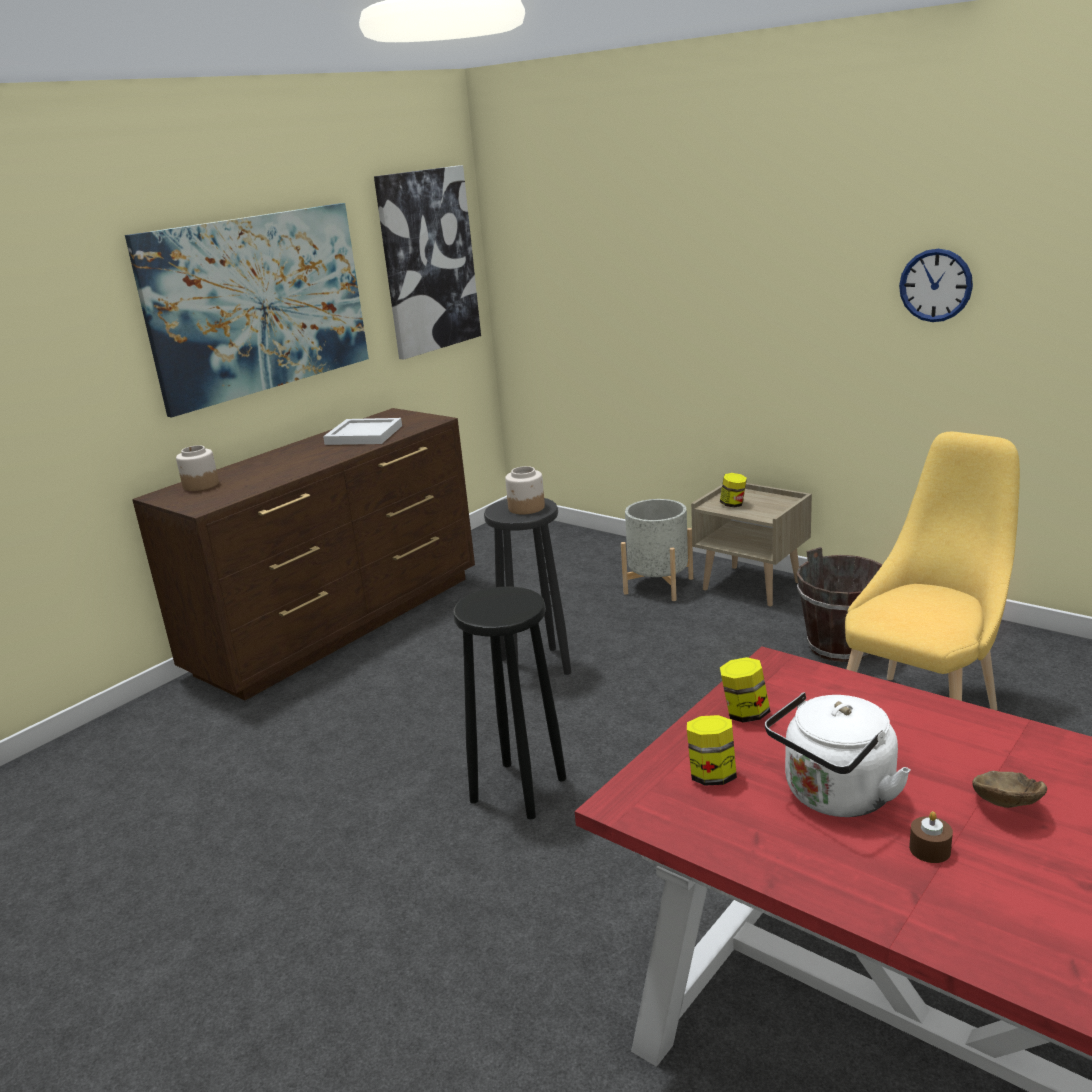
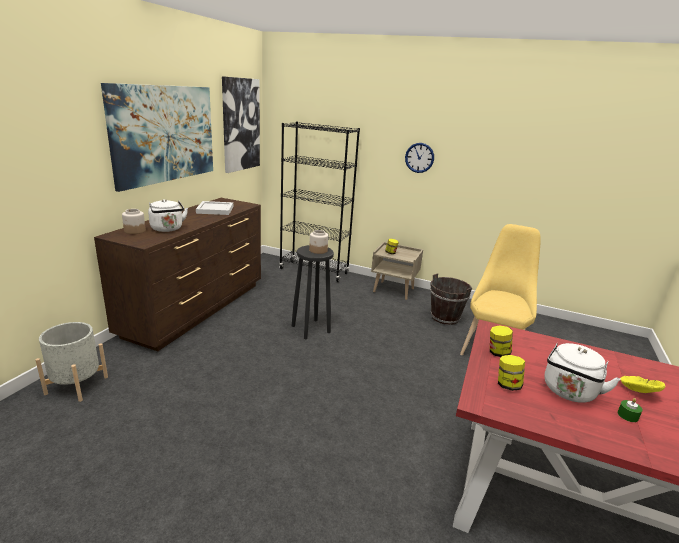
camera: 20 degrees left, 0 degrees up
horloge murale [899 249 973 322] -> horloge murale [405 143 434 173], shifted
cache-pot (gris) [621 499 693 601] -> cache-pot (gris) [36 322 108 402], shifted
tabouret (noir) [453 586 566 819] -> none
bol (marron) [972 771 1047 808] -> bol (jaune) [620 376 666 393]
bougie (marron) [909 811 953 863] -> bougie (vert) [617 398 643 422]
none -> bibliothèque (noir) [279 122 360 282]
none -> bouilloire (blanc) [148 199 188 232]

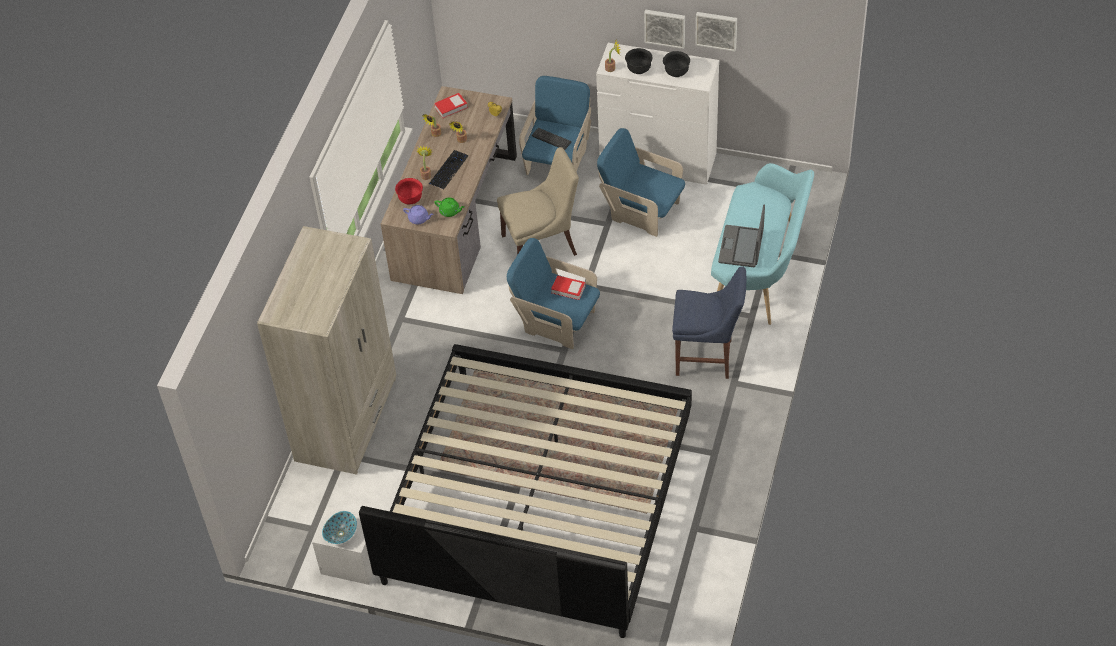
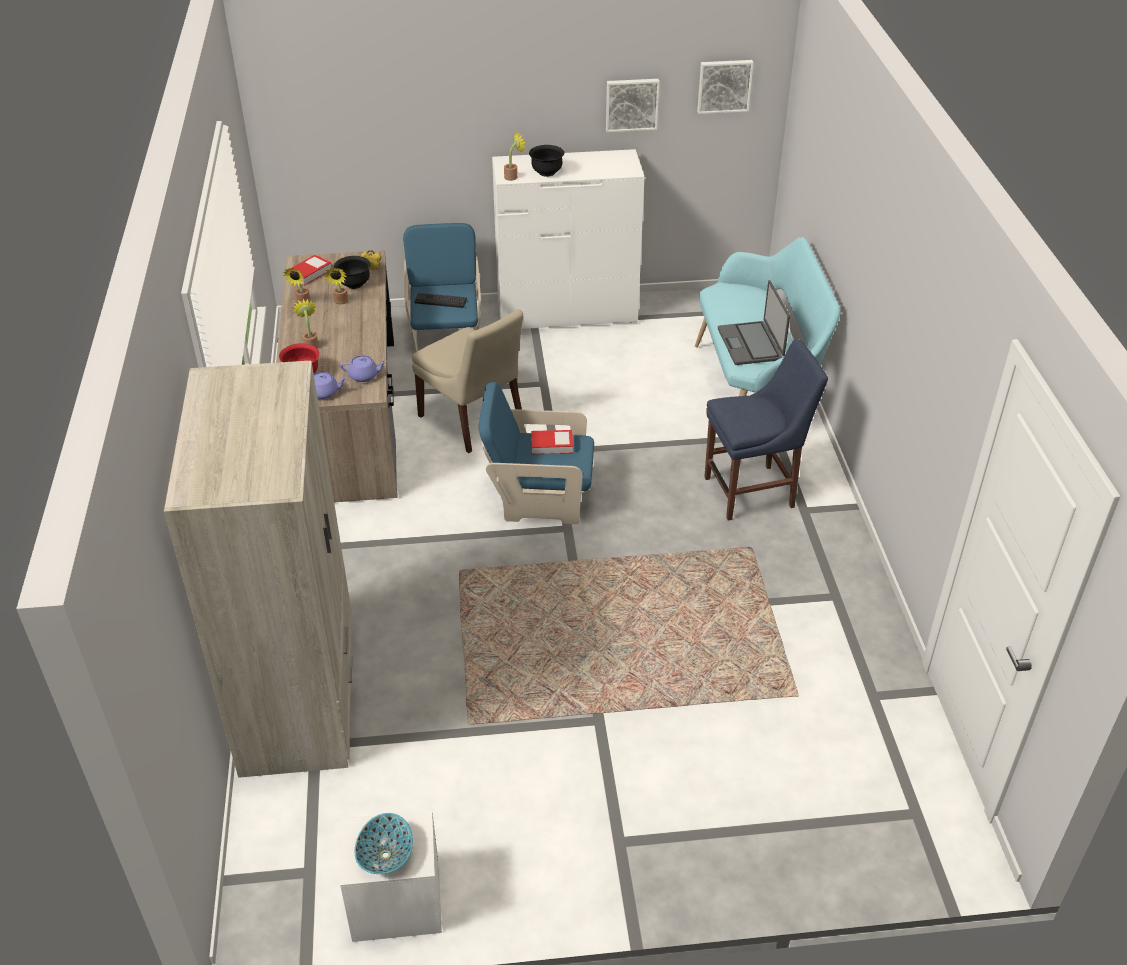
camera: 25 degrees left, 10 degrees down
tableau [644 10 685 49] -> tableau [697 60 754 114], shifted
bol (noir) [663 51 690 77] -> bol (noir) [334 256 371 289], shifted
fauteuil (bleu) [597 128 685 237] -> none
chaise (beige) [497 147 579 256] -> chaise (beige) [412 309 523 453], 90 degrees clockwise
clavier [429 150 468 189] -> none
théière (vert) [434 198 464 217] -> théière (violet) [340 355 387 382]
lit [359 344 692 638] -> none

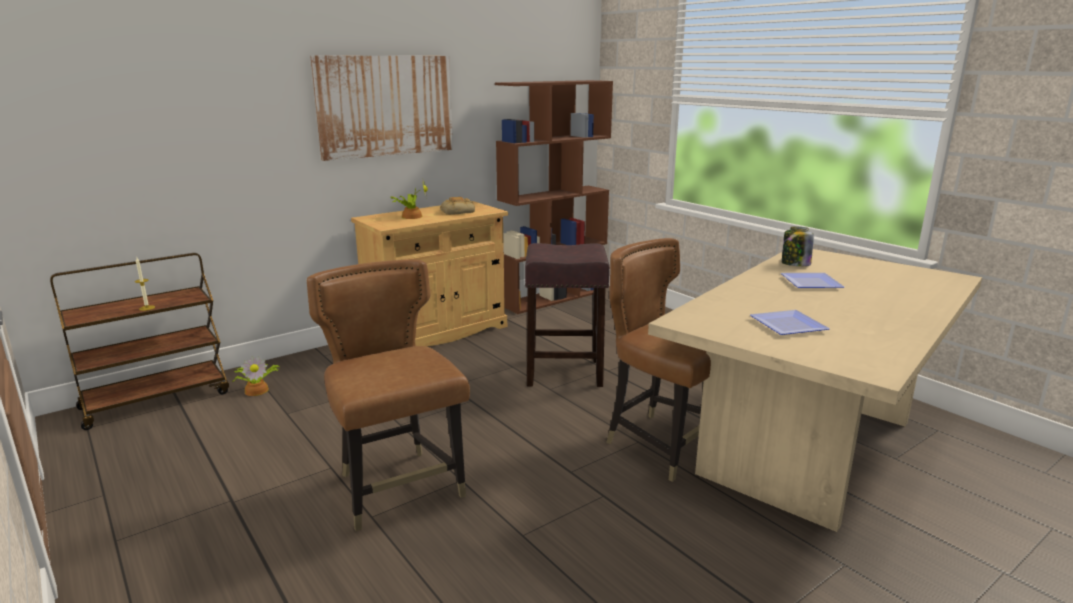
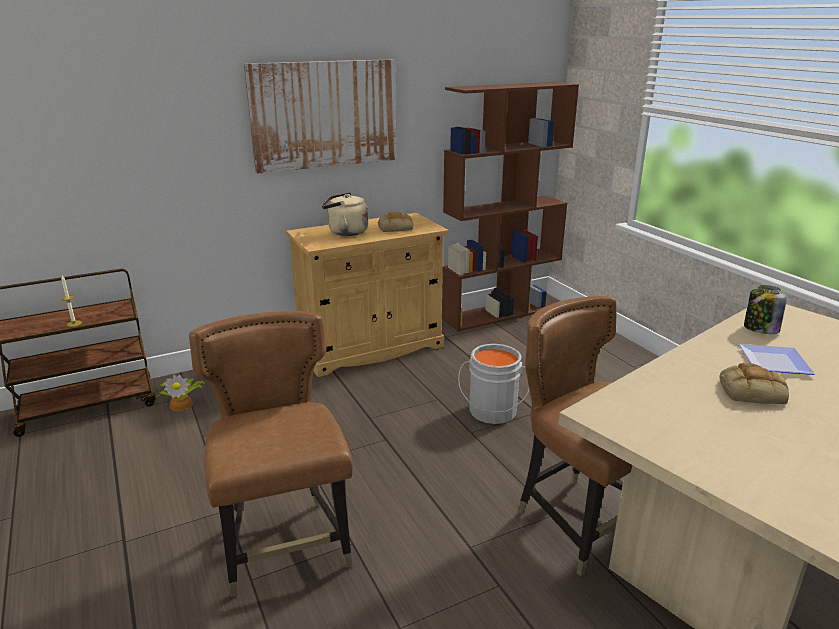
camera: 10 degrees right, 5 degrees up
plante en pot [391 181 428 219] -> bouilloire (beige) [322 192 368 236]
tabouret (marron) [525 243 610 387] -> seau (gris) [458 344 529 424]
assiette [750 310 830 335] -> none
none -> pain [719 363 789 404]

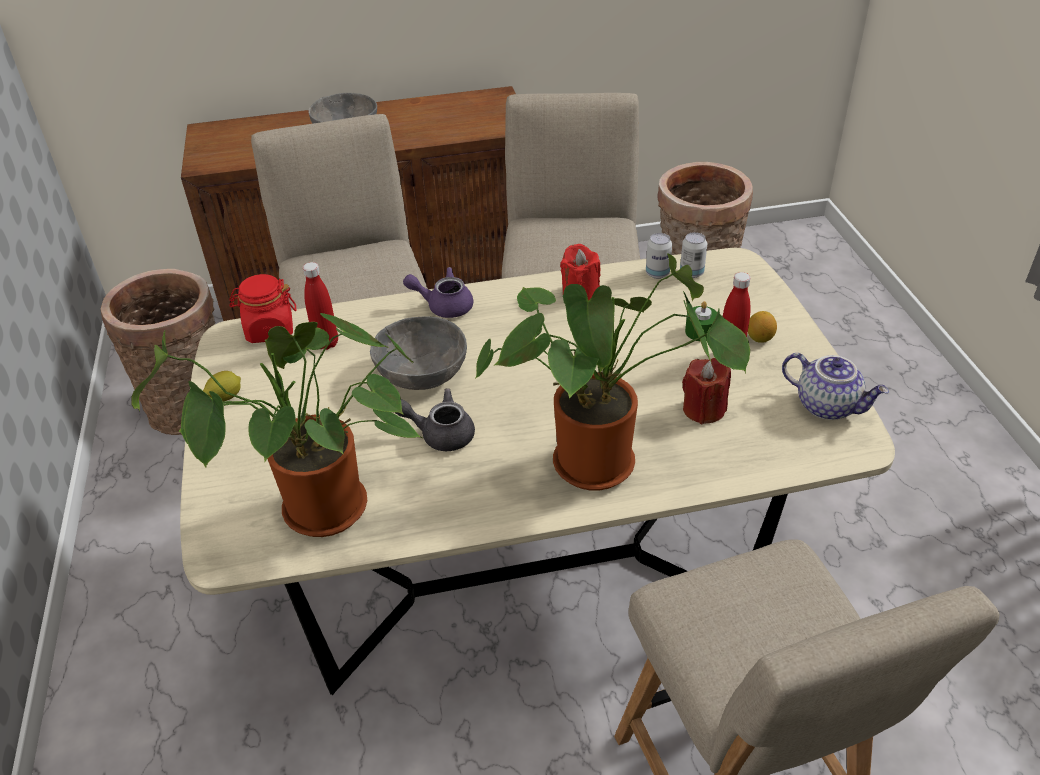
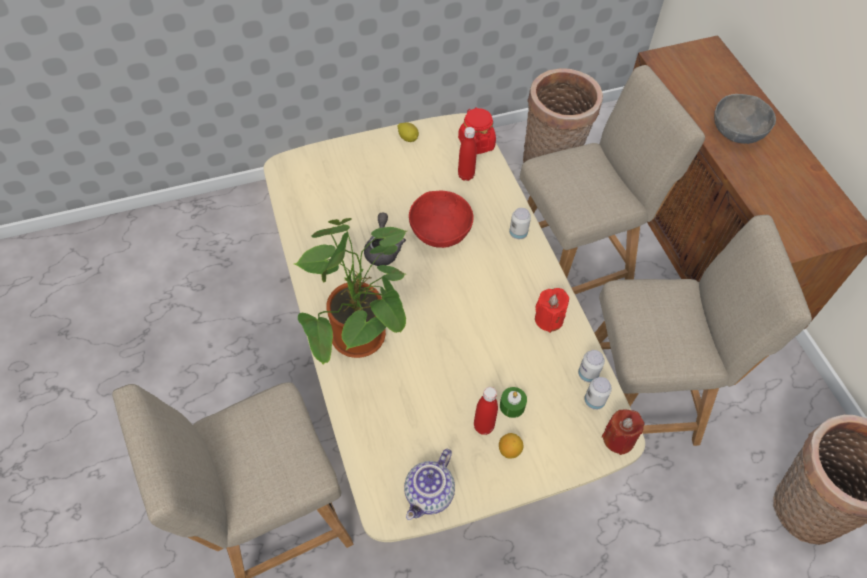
camera: 80 degrees right, 15 degrees up
théière (violet) [403 267 473 318] -> boîte métallique [509 208 531 239]
plante en pot [131 313 422 537] -> none
bol (gris) [370 316 467 390] -> bol (rouge) [409 190 474 248]
bougie (rouge) [682 358 731 424] -> bougie (rouge) [602 409 645 455], shifted

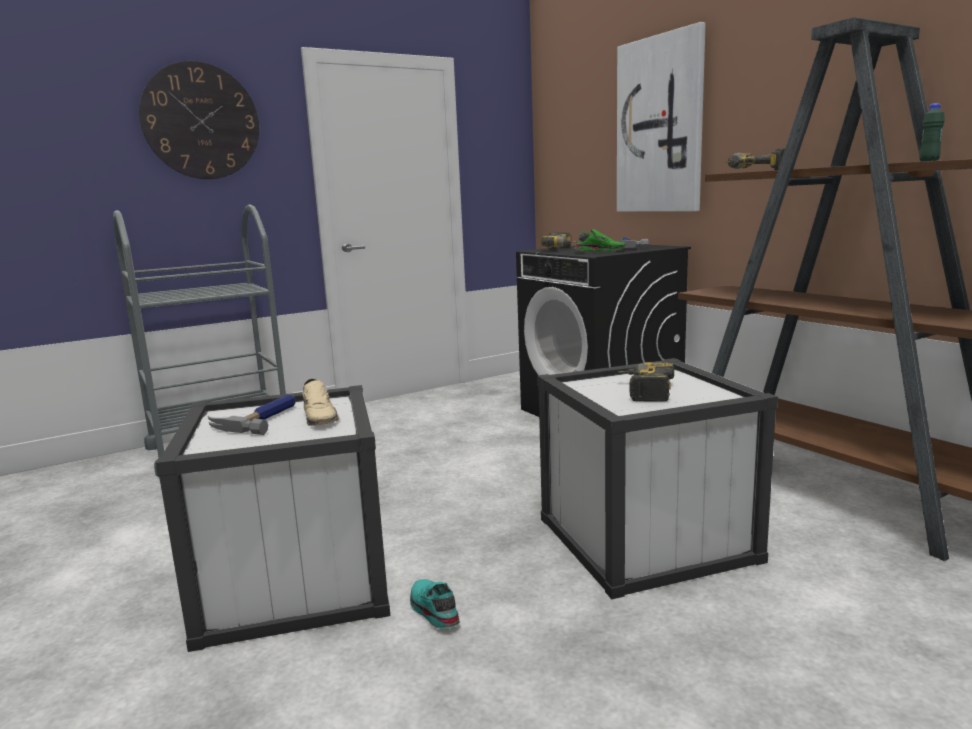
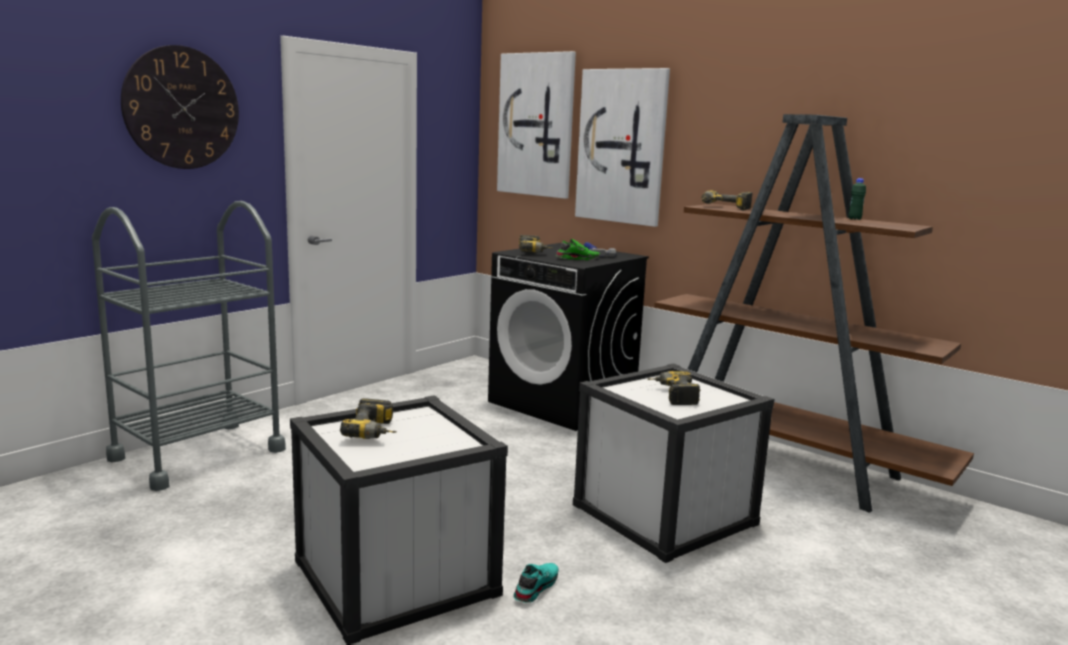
camera: 20 degrees left, 0 degrees up
chaussure (beige) [302 379 339 426] -> none
marteau [208 395 296 435] -> perceuse [340 398 396 439]
chaussure (turquoise) [410 579 460 629] -> chaussure (turquoise) [513 563 559 603], 75 degrees clockwise
none -> tableau [497 51 576 199]

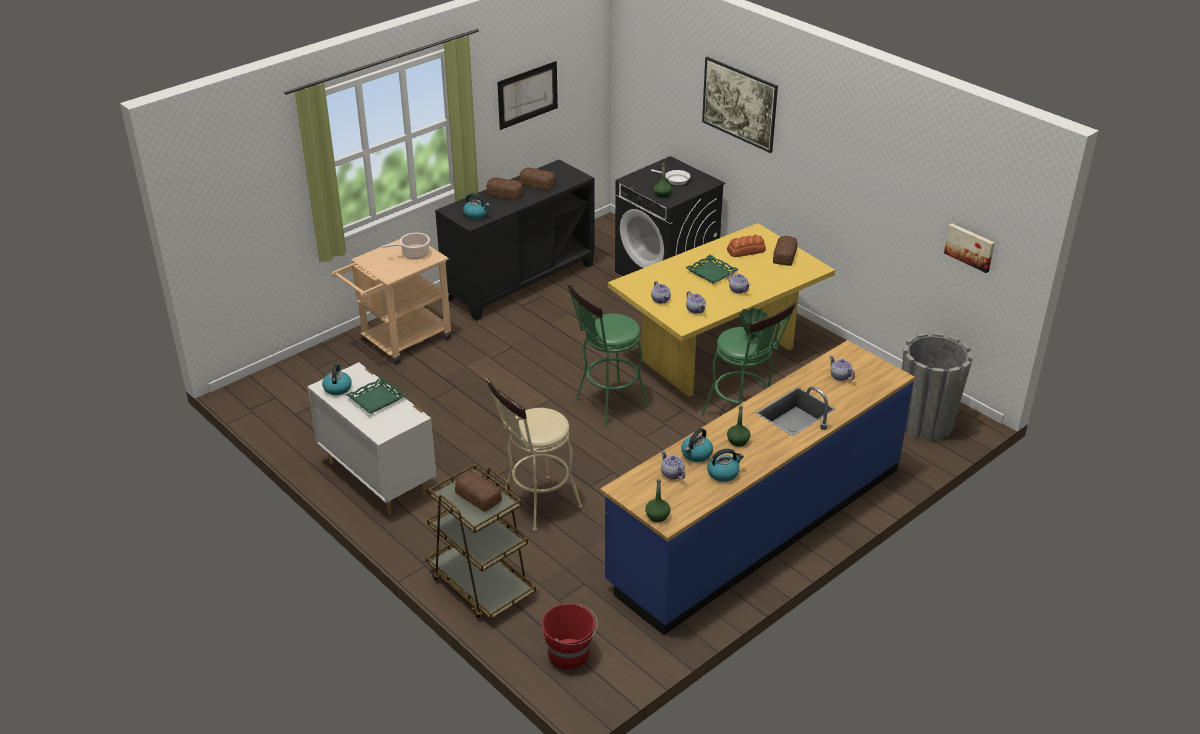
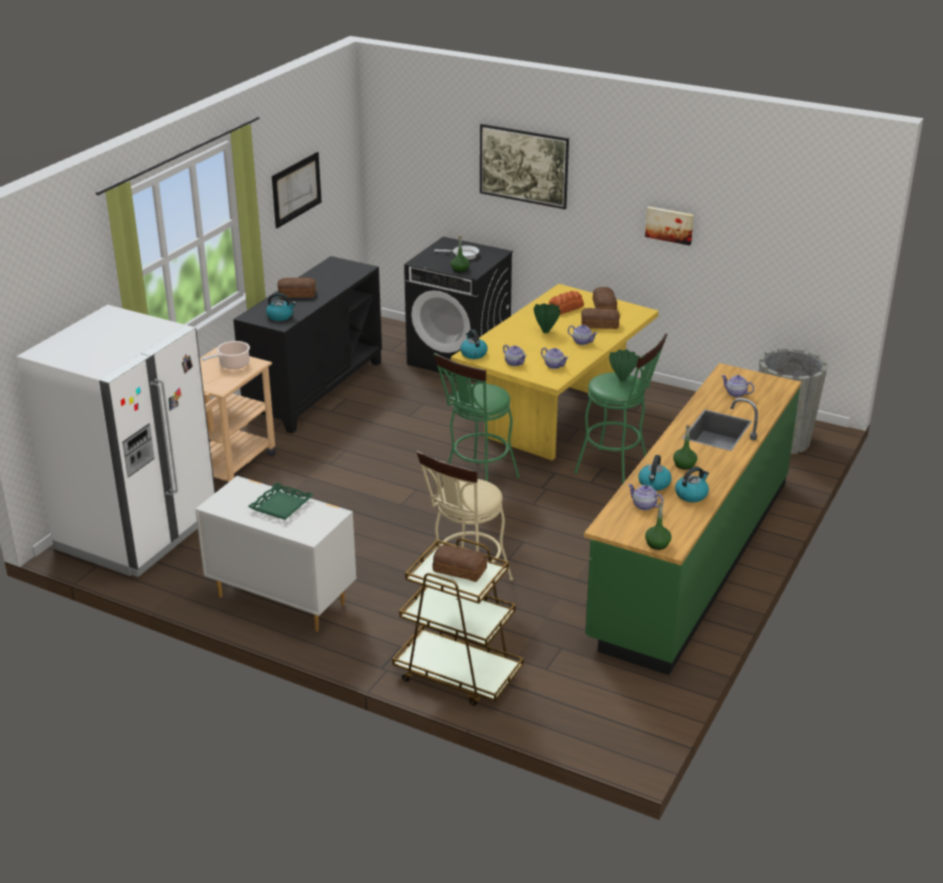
camera: 20 degrees left, 5 degrees down
pain [519 168 555 191] -> pain [581 308 620 329], shifted
tableau [944 223 995 273] -> tableau [645 206 694 246], shifted
plateau (vert) [686 255 739 284] -> vase (vert) [534 303 561 333]
comptoir de cuisine (bleu) [600 340 915 635] -> comptoir de cuisine (vert) [584 363 801 675]
bouilloire [322 364 352 395] -> bouilloire [460 329 488 359], shifted
seau (rouge) [542 604 598 670] -> none
none -> réfrigérateur (blanc) [17 305 215 577]

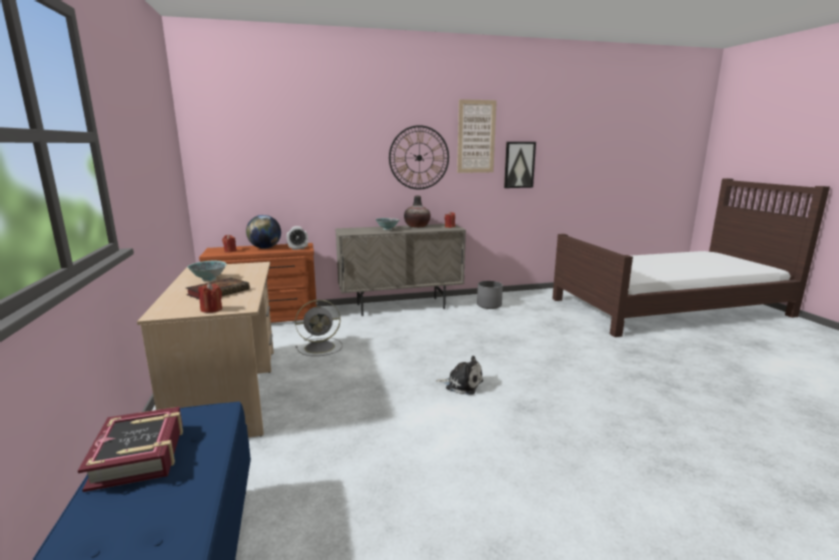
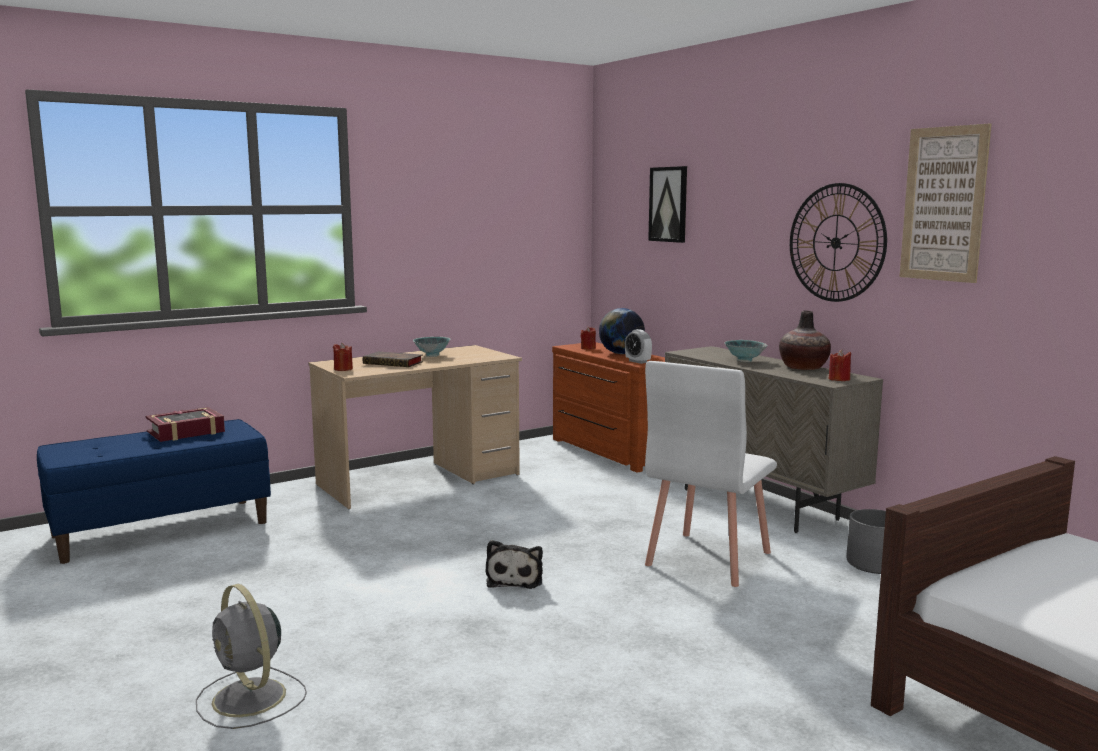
camera: 70 degrees right, 5 degrees down
tableau [504 142 536 188] -> tableau [648 166 687 243], shifted
ventilateur (gris) [295 299 342 356] -> ventilateur (gris) [196 584 307 729], shifted
none -> chaise (blanc) [645 361 777 587]

